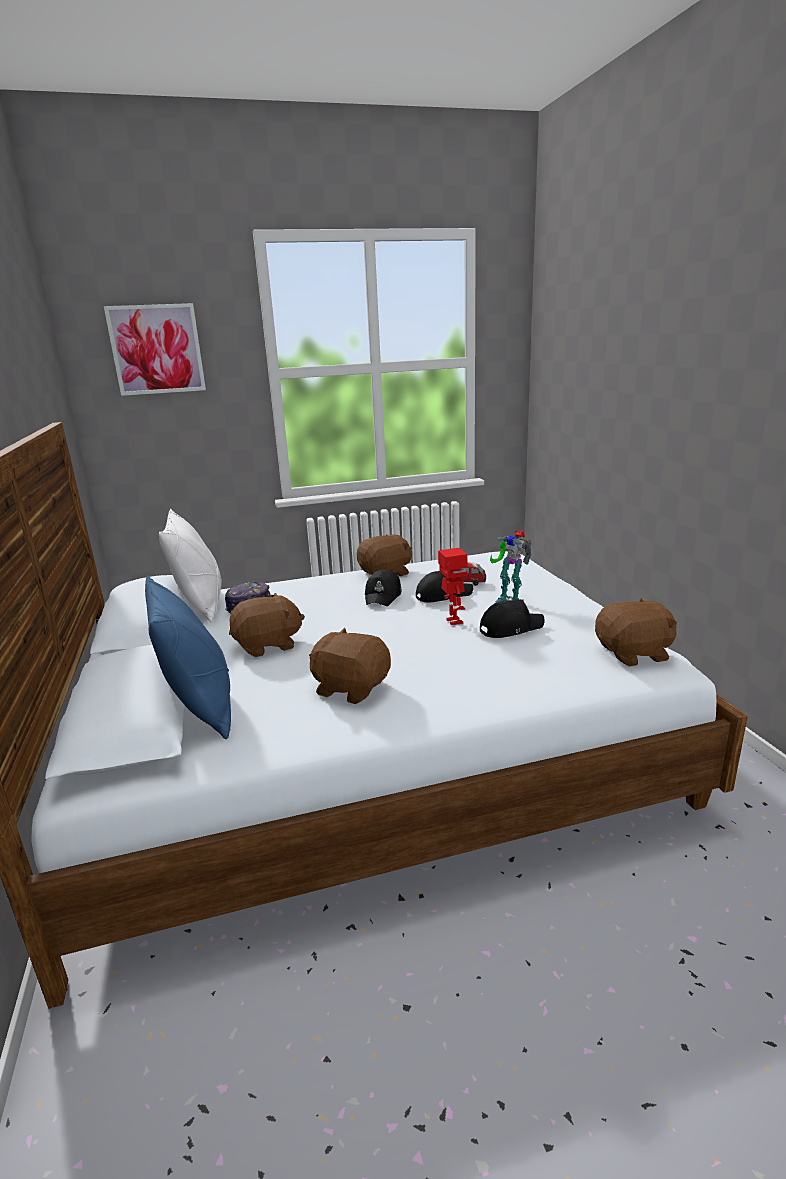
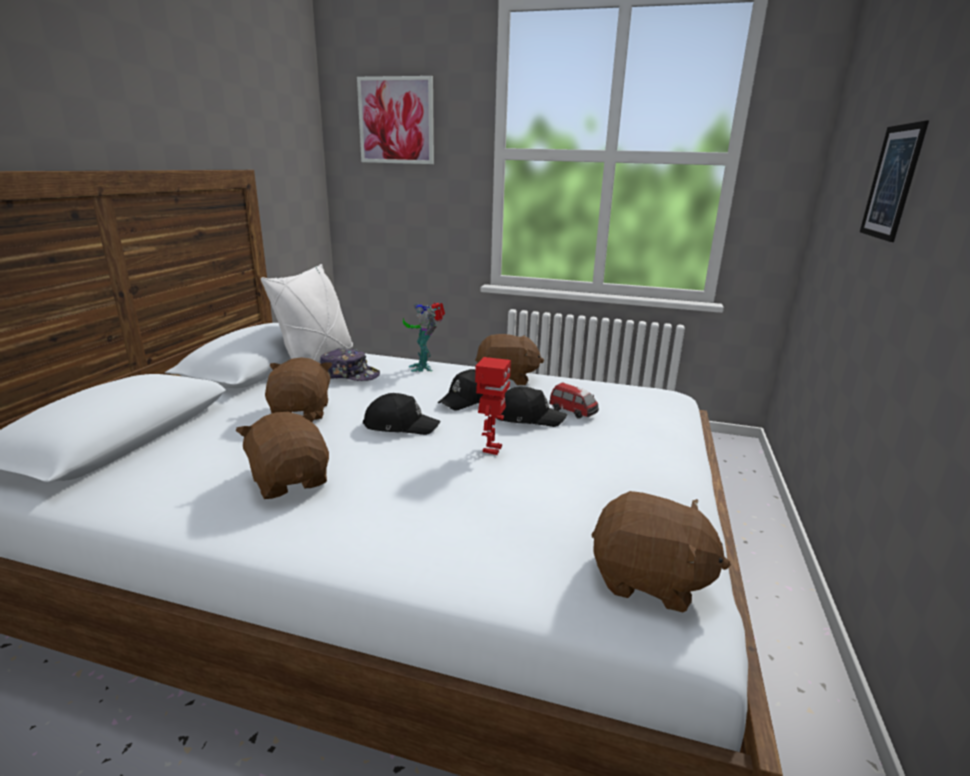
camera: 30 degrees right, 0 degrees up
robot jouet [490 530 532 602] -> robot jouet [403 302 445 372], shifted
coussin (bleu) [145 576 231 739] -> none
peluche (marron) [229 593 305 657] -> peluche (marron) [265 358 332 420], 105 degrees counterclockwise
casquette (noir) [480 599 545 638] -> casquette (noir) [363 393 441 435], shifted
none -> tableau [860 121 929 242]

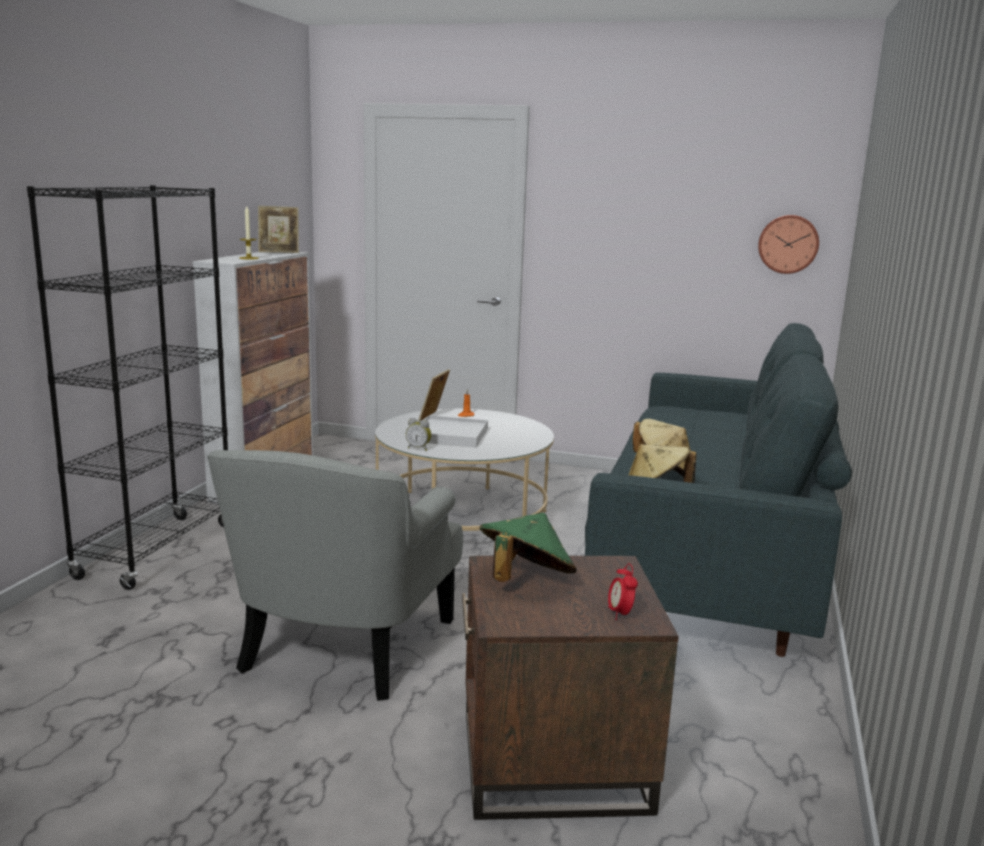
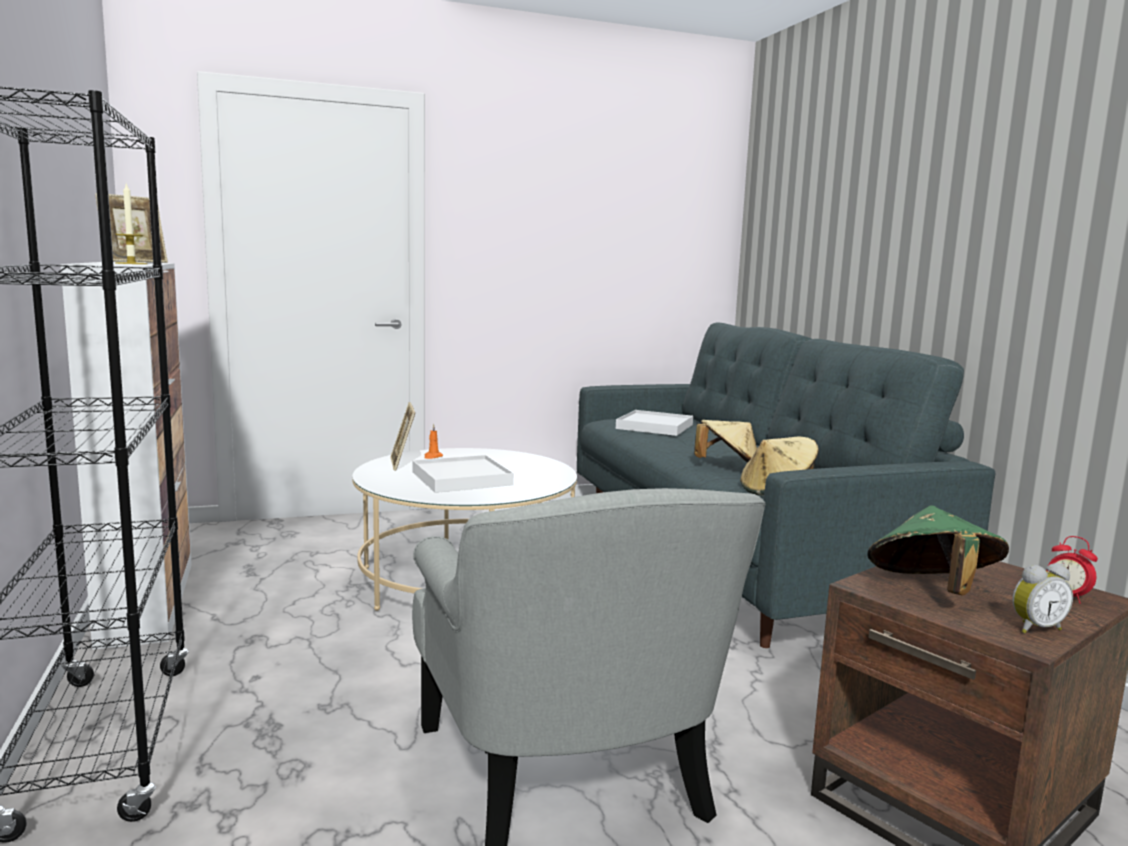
camera: 35 degrees left, 5 degrees down
horloge murale [758 215 819 274] -> none
réveil [406 418 431 451] -> réveil [1012 563 1073 633], shifted
none -> plateau (blanc) [616 410 693 436]

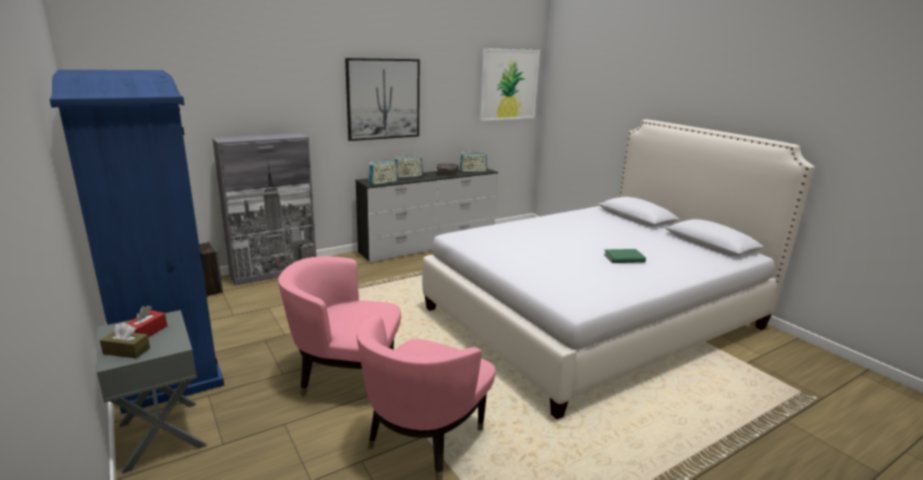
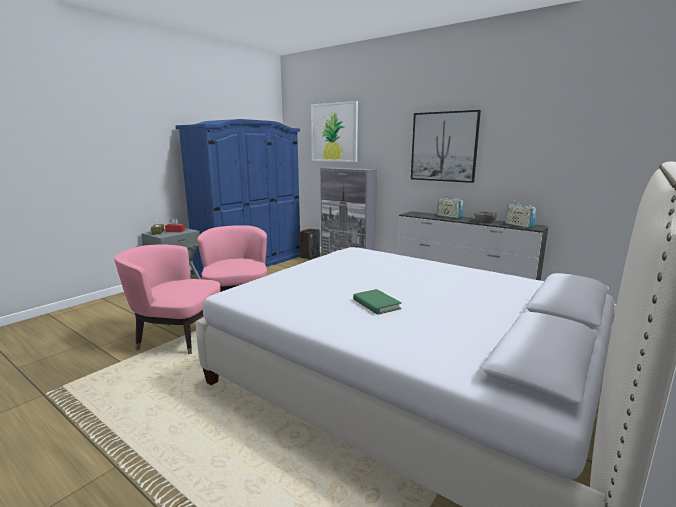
camera: 70 degrees right, 5 degrees down
tableau [480 48 540 121] -> tableau [311 101 358 162], shifted
radio [368 160 398 185] -> none

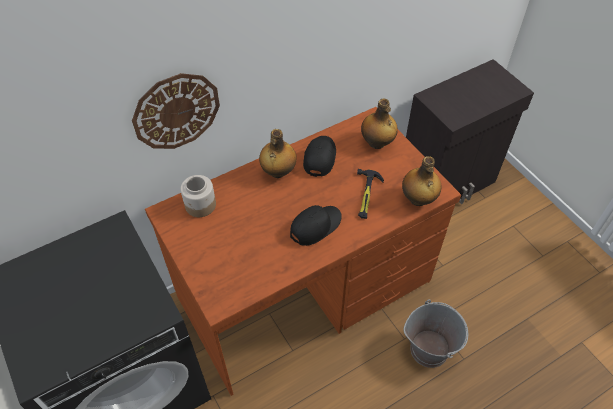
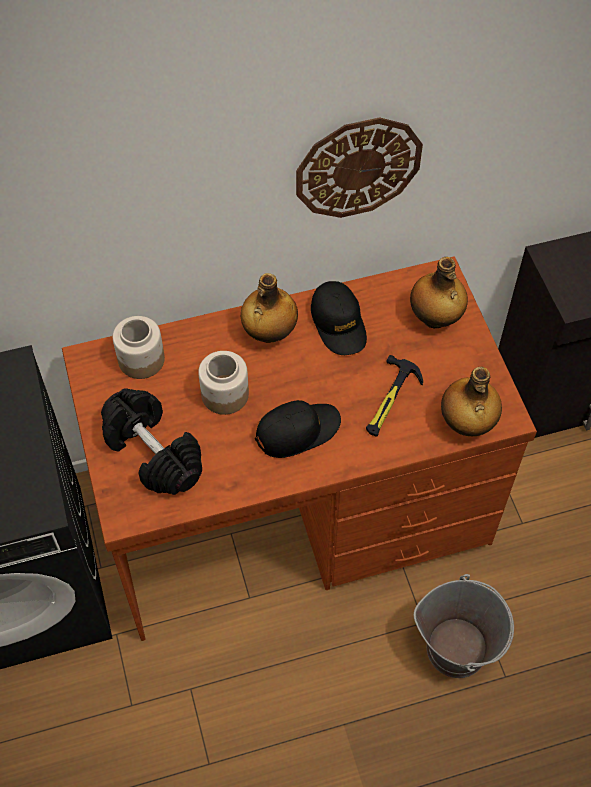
camera: 15 degrees right, 5 degrees up
horloge murale [132 73 220 149] -> horloge murale [296 117 423 218], shifted
casquette (noir) [303 136 336 177] -> casquette (noir) [311 281 367 355], 135 degrees clockwise
none -> bocal [198 351 249 415]
none -> haltère (noir) [101 388 202 495]

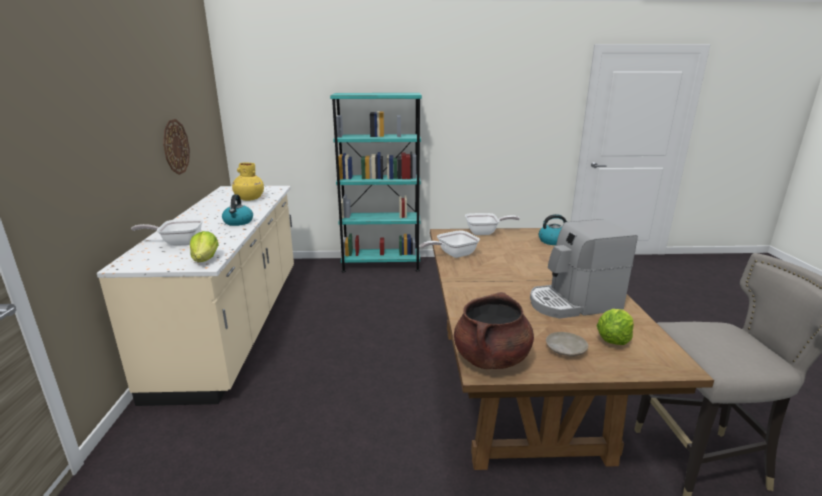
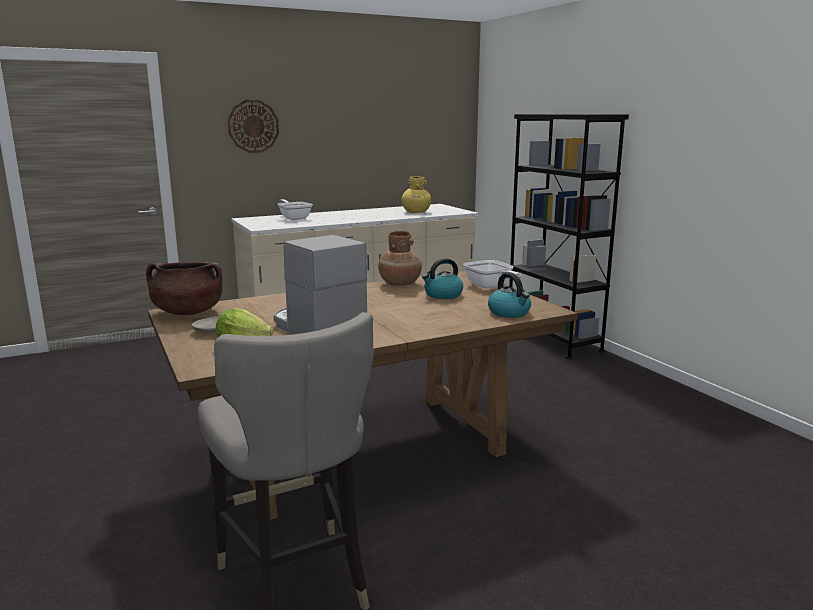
camera: 65 degrees right, 5 degrees down
bibliothèque (turquoise) [330 93 422 272] -> bibliothèque (noir) [509 114 629 359]
horloge murale [163 119 190 175] -> horloge murale [228 100 279 153], shifted
bouilloire [222 194 253 226] -> bouilloire [422 258 463 299], shifted
laitue [190 231 219 262] -> none
poêle [420 231 480 258] -> vase (marron) [378 231 422 285]

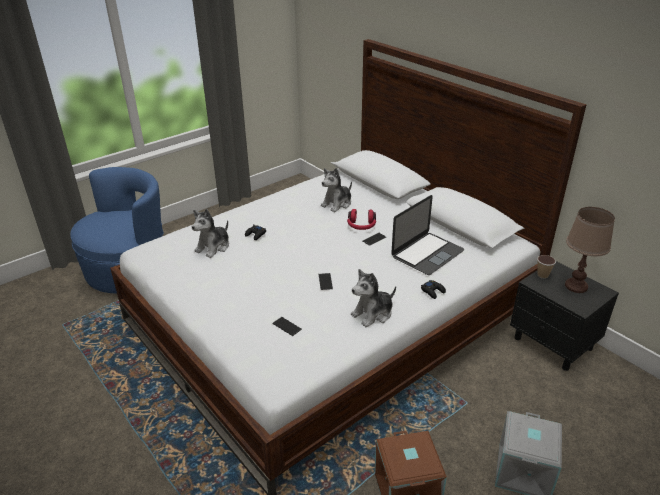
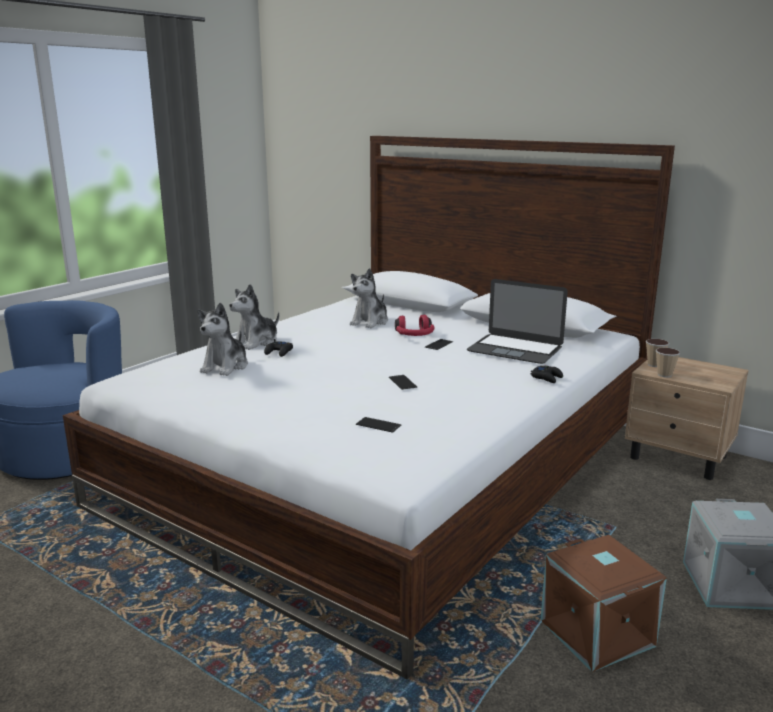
camera: 15 degrees left, 15 degrees down
ordinateur portable [391 195 464 275] -> ordinateur portable [467 279 568 364], 90 degrees clockwise
lampe de table (marron) [565 207 615 293] -> none
table de chevet (noir) [510 261 619 371] -> table de chevet (beige) [624 357 749 480]
peluche [351 269 396 327] -> peluche [229 284 279 350], shifted
none -> tasse [656 348 680 378]

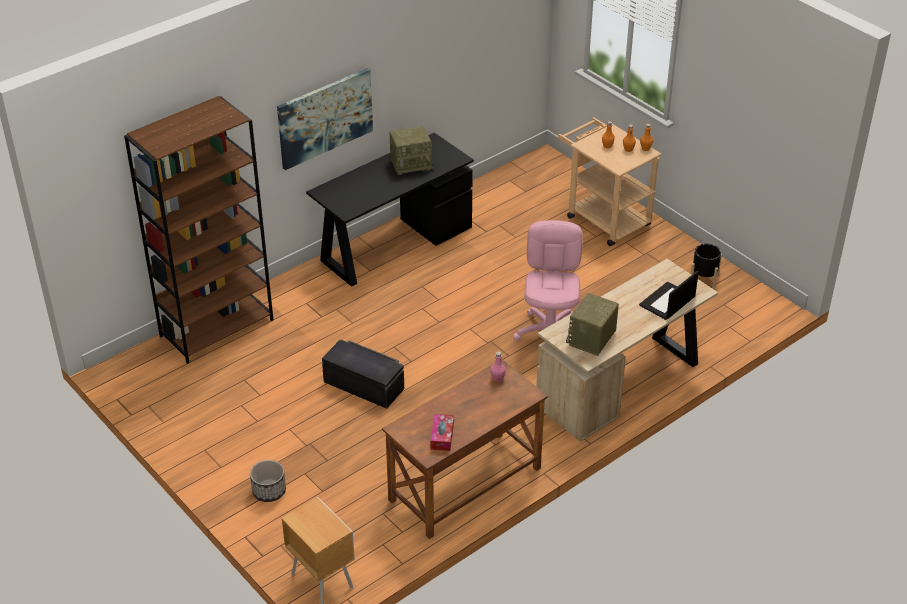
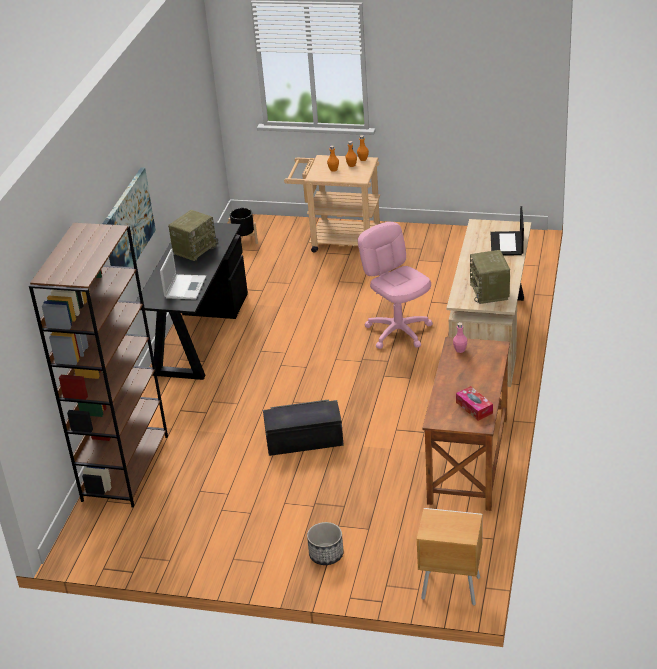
camera: 35 degrees left, 5 degrees down
cache-pot (noir) [691 243 722 290] -> cache-pot (noir) [228 208 258 244], shifted
none -> ordinateur portable [160 249 206 300]

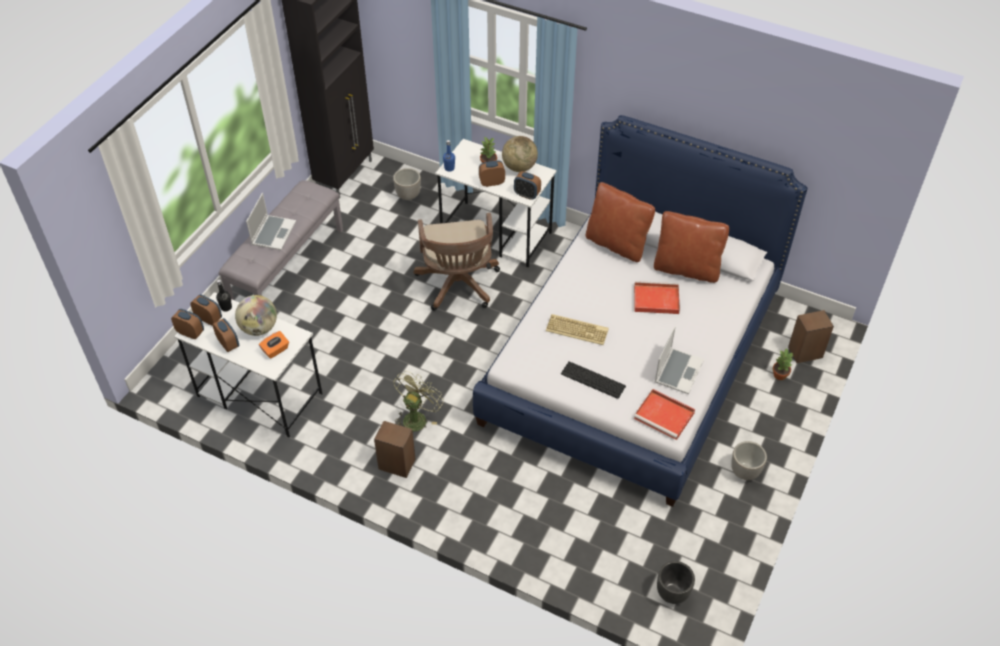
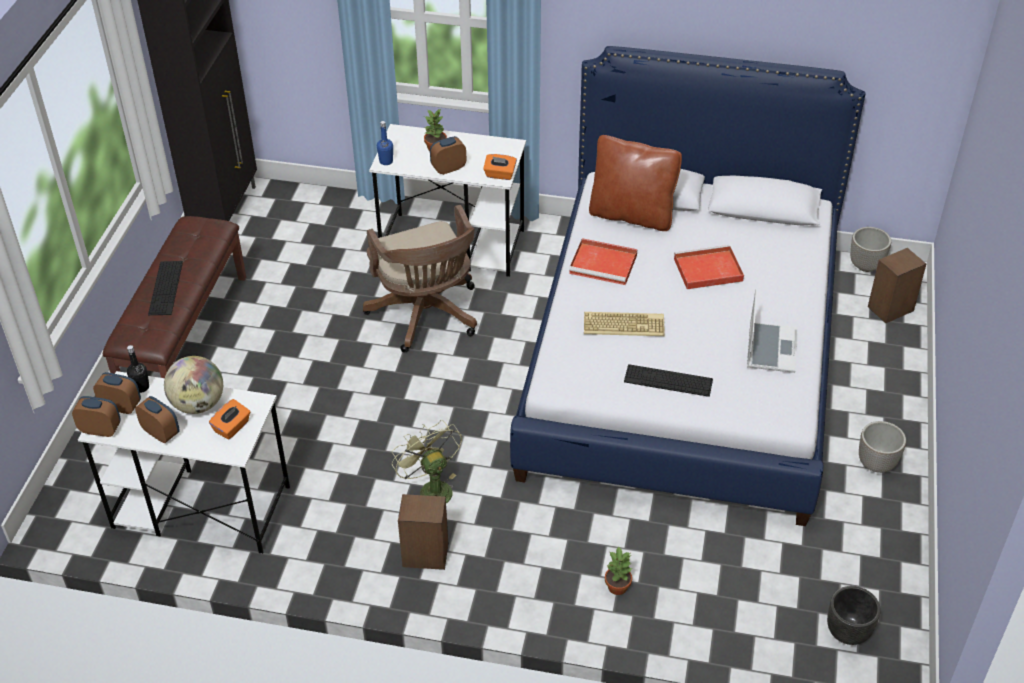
camera: 15 degrees left, 5 degrees down
globe [502 136 538 172] -> none
cache-pot [393 168 421 200] -> cache-pot [850 227 891 272], shifted
réveil [514 171 541 200] -> boîte à mouchoirs (orange) [483 154 517 180]
banc (gris) [218 180 343 300] -> banc (marron) [103 216 246 378]
ordinateur portable [246 193 296 250] -> clavier [148 261 183 315]
coussin (marron) [654 211 729 283] -> none
plante en pot [773 348 794 380] -> plante en pot [605 546 632 595], shifted
ventilateur (vert) [393 371 444 431] -> ventilateur (vert) [392 420 462 503], 45 degrees counterclockwise
plateau (rouge) [634 389 695 440] -> plateau (rouge) [569 238 637 285], shifted

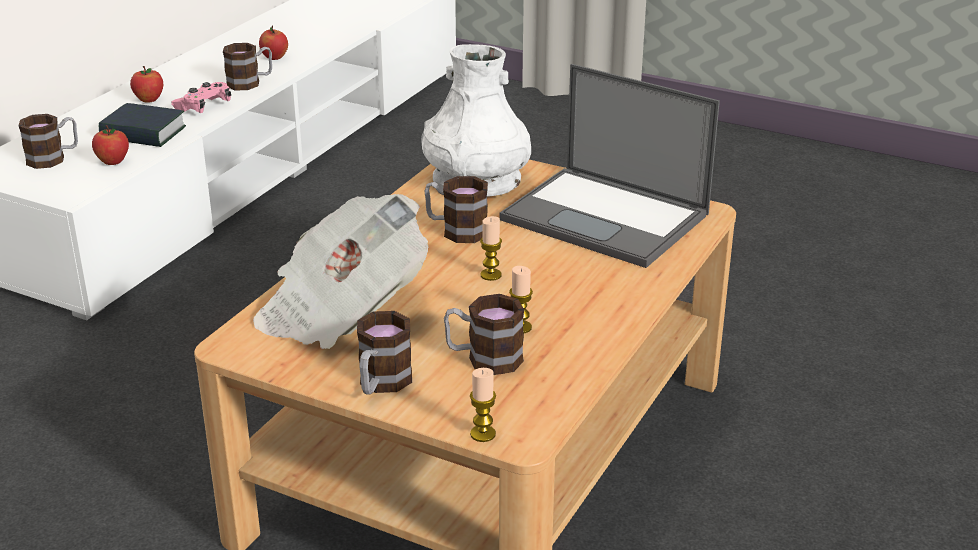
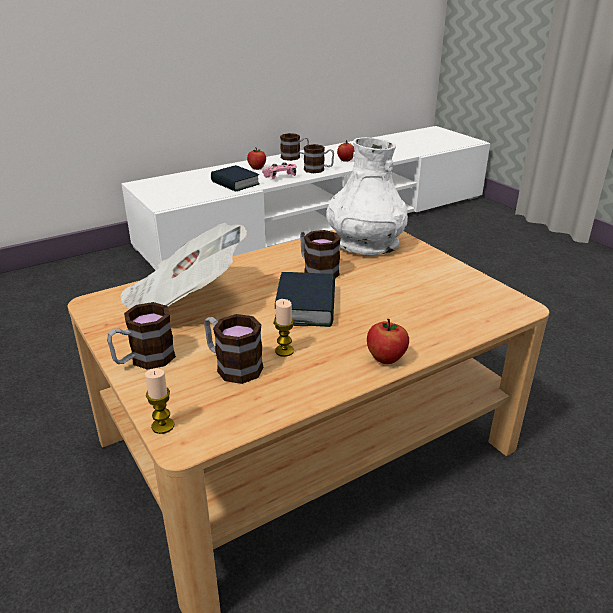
camera: 30 degrees right, 0 degrees up
ordinateur portable [499 64 720 268] -> none
mug [18 114 78 169] -> mug [280 133 309 161], shifted
pomme [92 125 129 165] -> pomme [367 319 409 364], shifted
bougie [480 216 502 281] -> livre [273 272 335 327]

